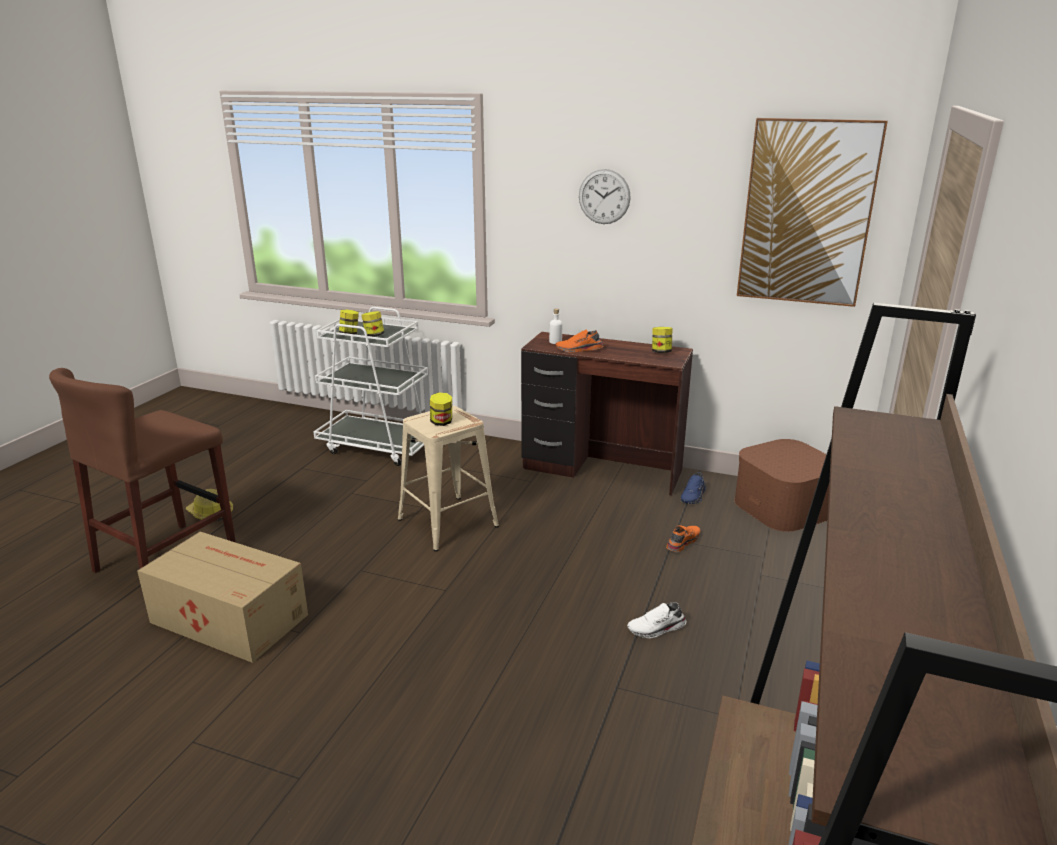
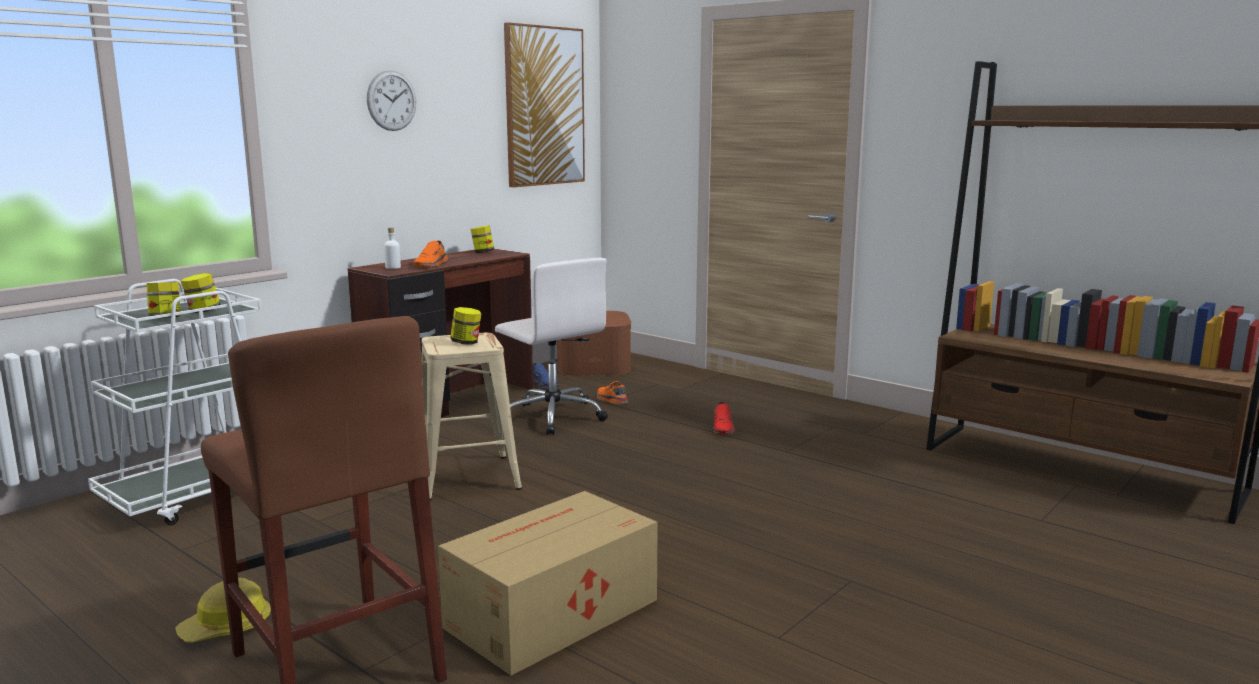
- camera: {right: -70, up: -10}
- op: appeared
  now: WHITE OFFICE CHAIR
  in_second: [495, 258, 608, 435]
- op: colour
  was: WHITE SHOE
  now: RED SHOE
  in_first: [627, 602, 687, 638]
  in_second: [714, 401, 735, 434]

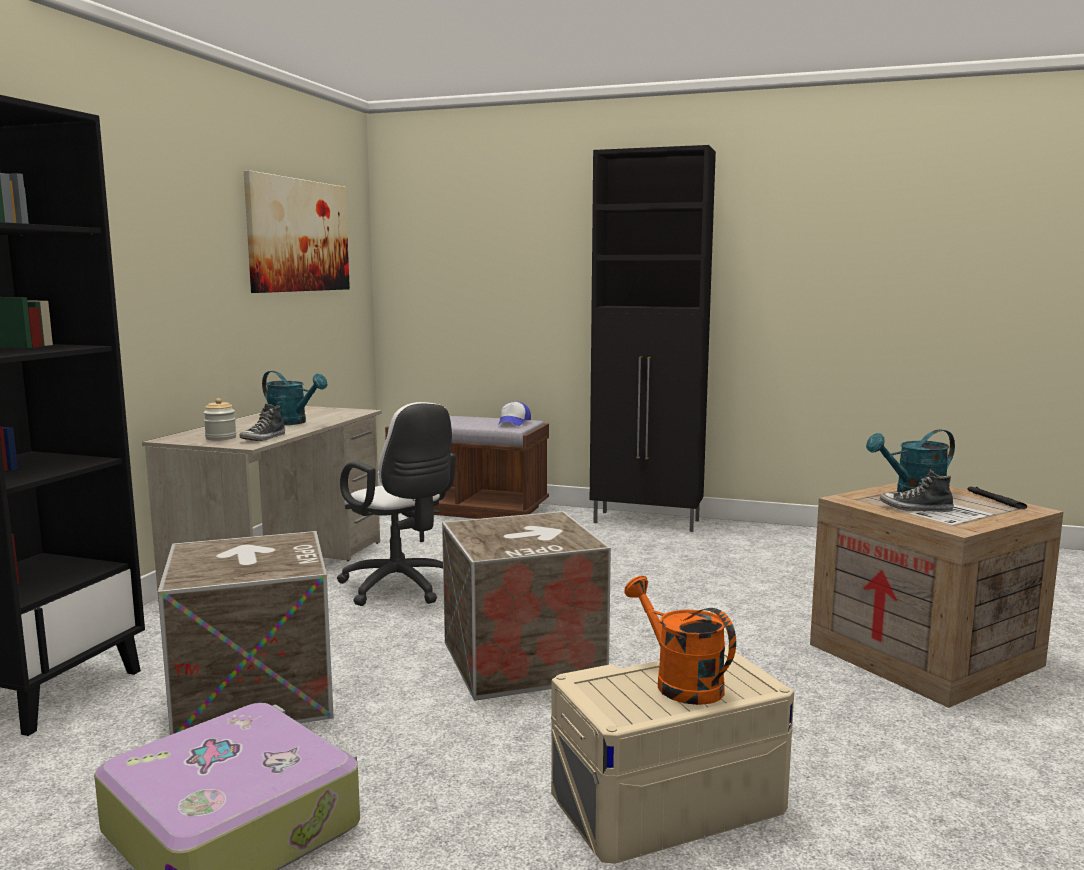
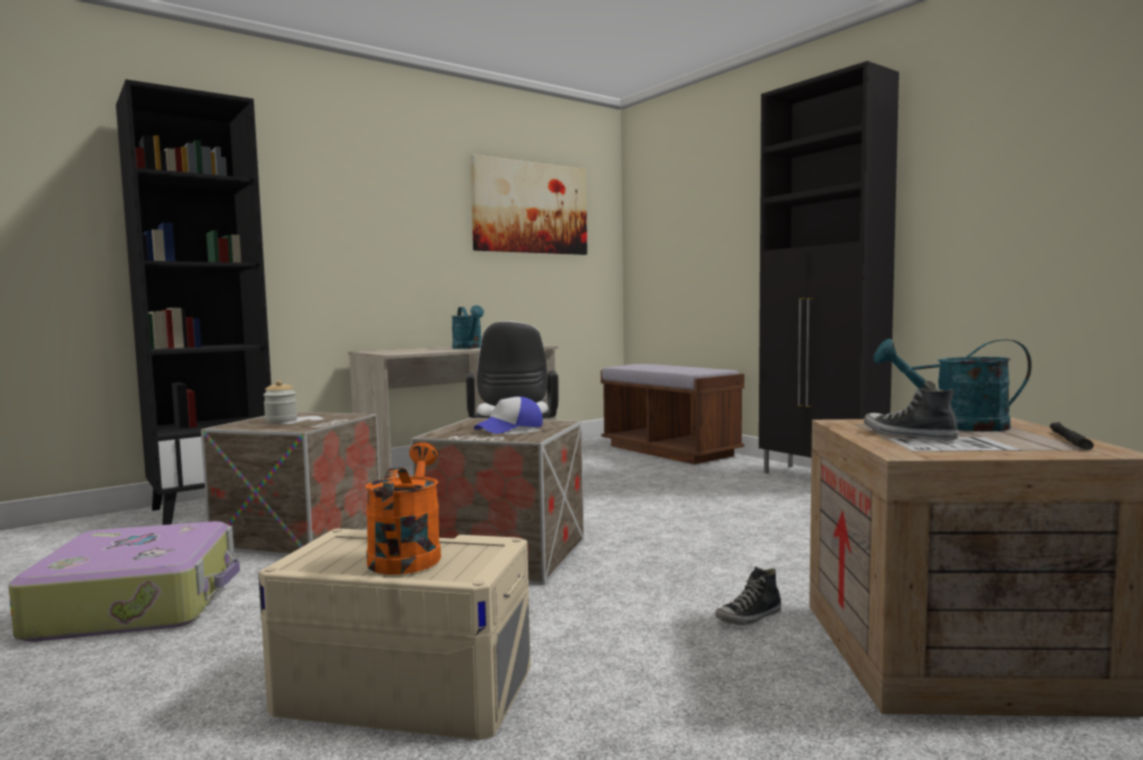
- camera: {right: 35, up: -5}
- op: relocated
  was: JAR
  in_first: [203, 398, 236, 441]
  in_second: [263, 380, 297, 423]
- op: relocated
  was: CAP
  in_first: [498, 402, 531, 426]
  in_second: [474, 397, 543, 434]
- op: relocated
  was: SHOE
  in_first: [239, 404, 285, 441]
  in_second: [715, 566, 781, 625]

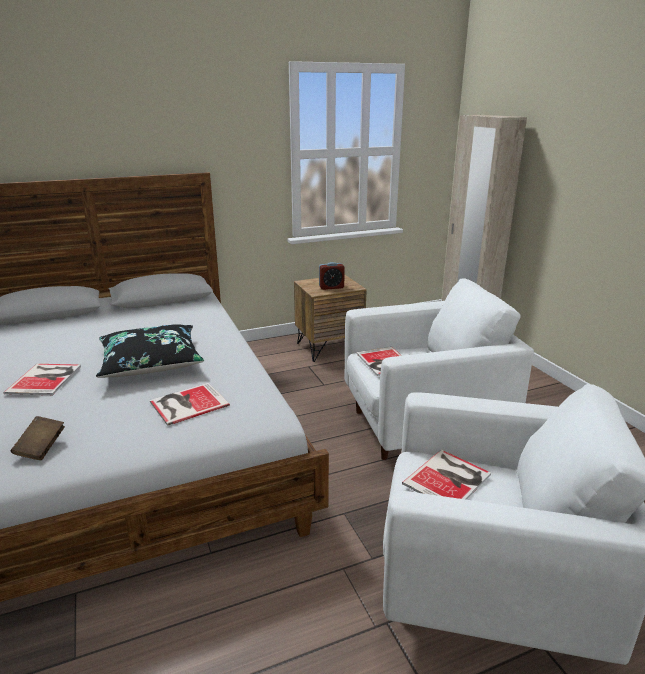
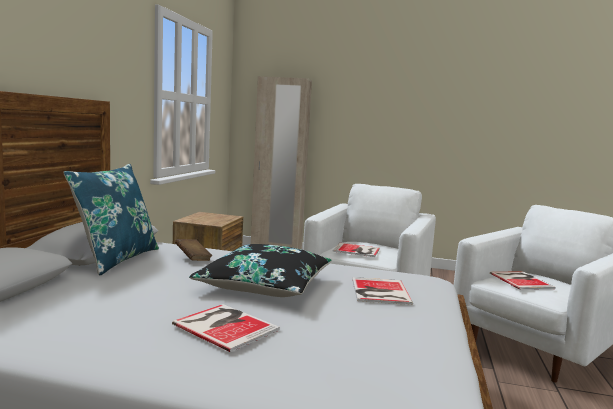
- camera: {right: -55, up: -15}
- op: appeared
  now: BLUE PILLOW
  in_second: [64, 164, 159, 276]
- op: relocated
  was: BROWN BOOK
  in_first: [11, 416, 65, 460]
  in_second: [175, 239, 212, 261]
- op: missing
  was: ALARM CLOCK
  in_first: [319, 262, 345, 290]

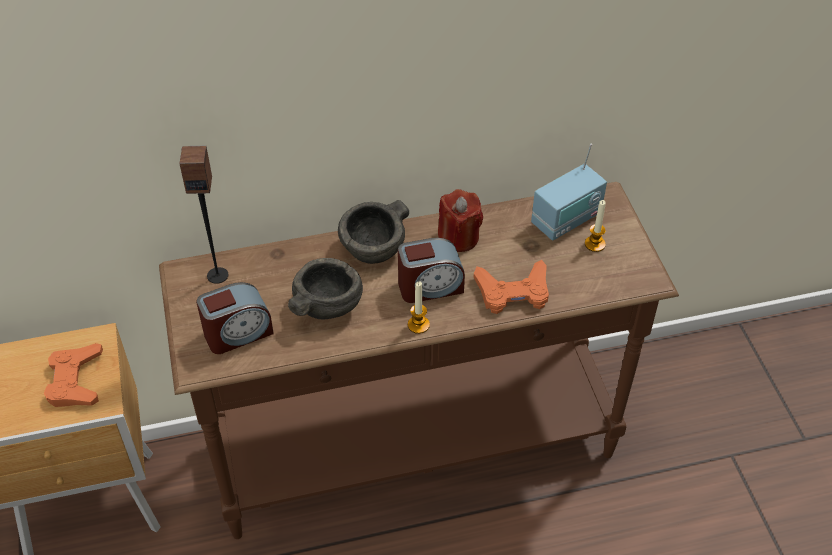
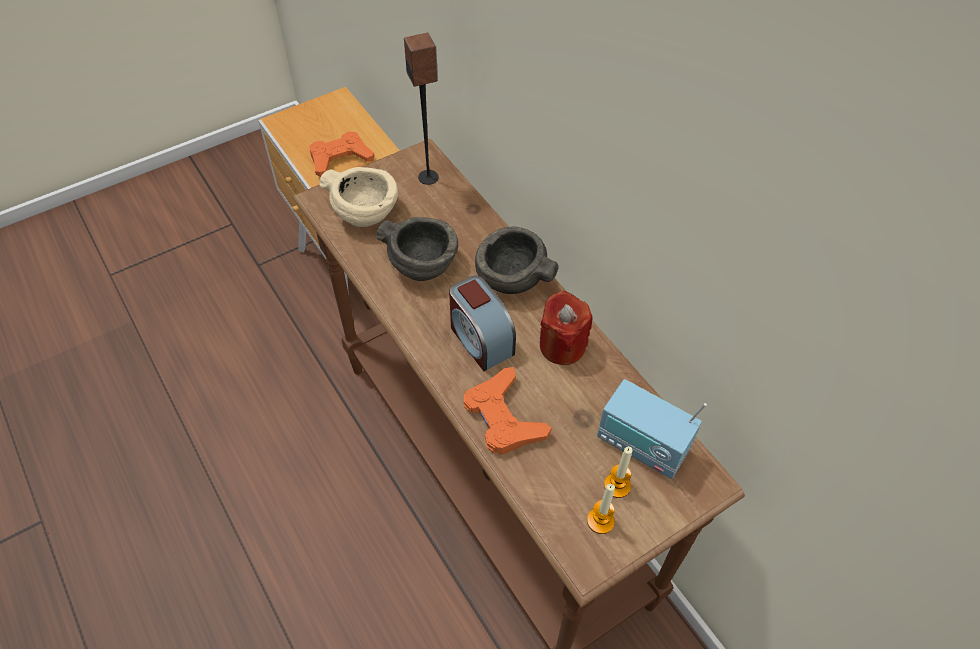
- camera: {right: 70, up: 5}
- op: exchanged
  was: ALARM CLOCK
  now: BEIGE BOWL
  in_first: [196, 282, 274, 354]
  in_second: [319, 167, 398, 227]
- op: relocated
  was: CANDLE
  in_first: [408, 281, 430, 334]
  in_second: [587, 484, 615, 534]

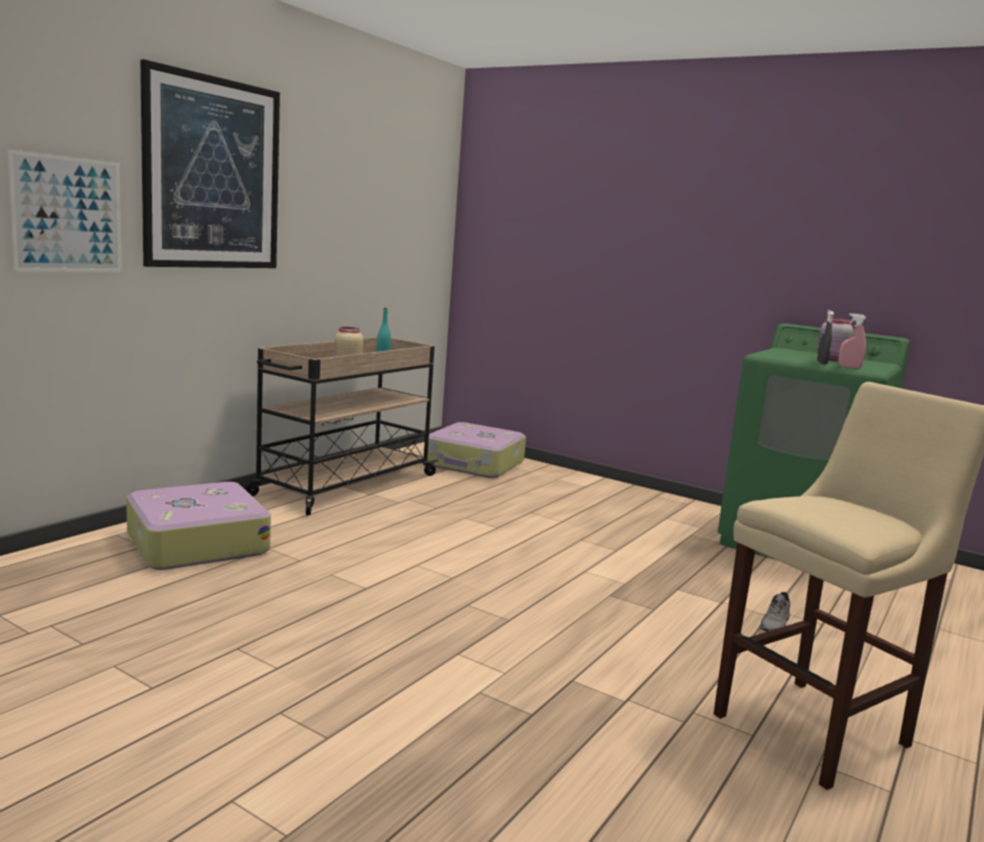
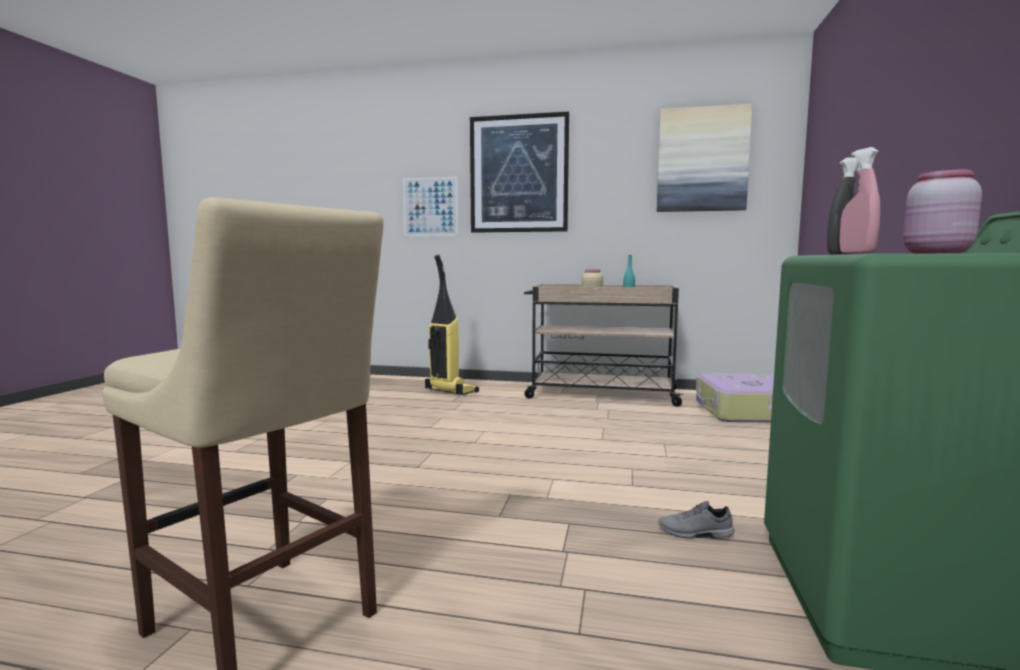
- camera: {right: 70, up: -5}
- op: exchanged
  was: SUITCASE
  now: VACUUM CLEANER
  in_first: [126, 482, 271, 570]
  in_second: [425, 255, 479, 395]
- op: appeared
  now: PICTURE
  in_second: [657, 104, 752, 212]
- op: relocated
  was: GREY SHOE
  in_first: [759, 592, 790, 631]
  in_second: [658, 501, 734, 538]

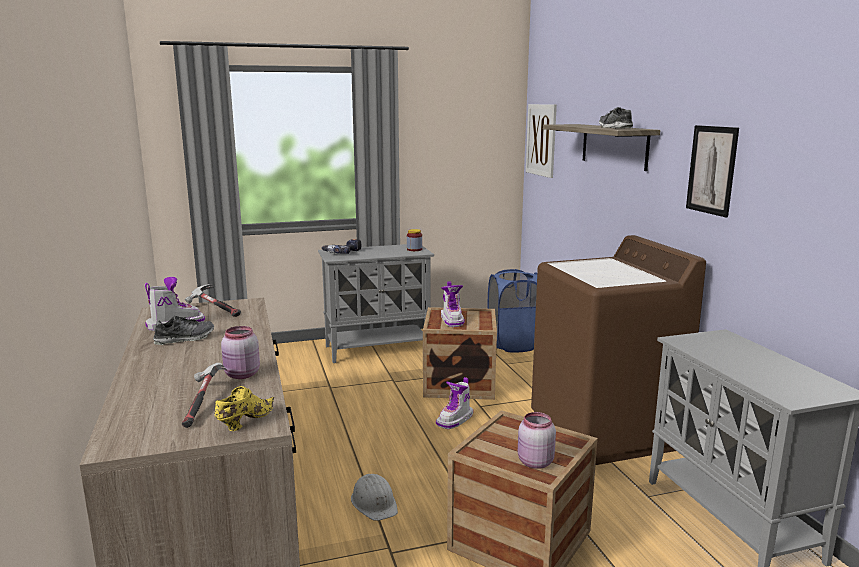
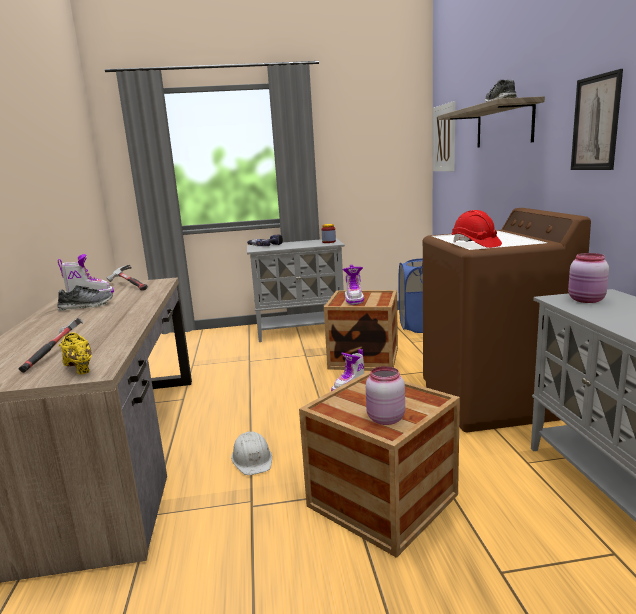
- camera: {right: 10, up: 0}
- op: spun
  was: YELLOW SHOE
  in_first: [215, 386, 274, 431]
  in_second: [58, 332, 92, 374]
  clockwise: -75
- op: appeared
  now: RED HARD HAT
  in_second: [451, 210, 502, 248]
- op: relocated
  was: PINK JAR
  in_first: [221, 326, 260, 379]
  in_second: [568, 253, 609, 303]

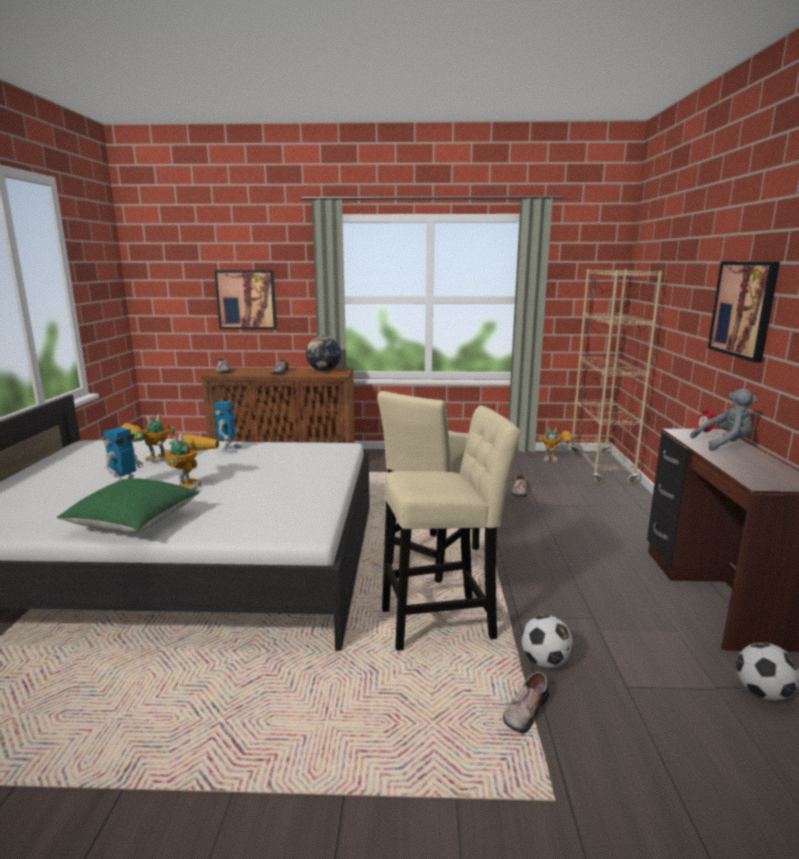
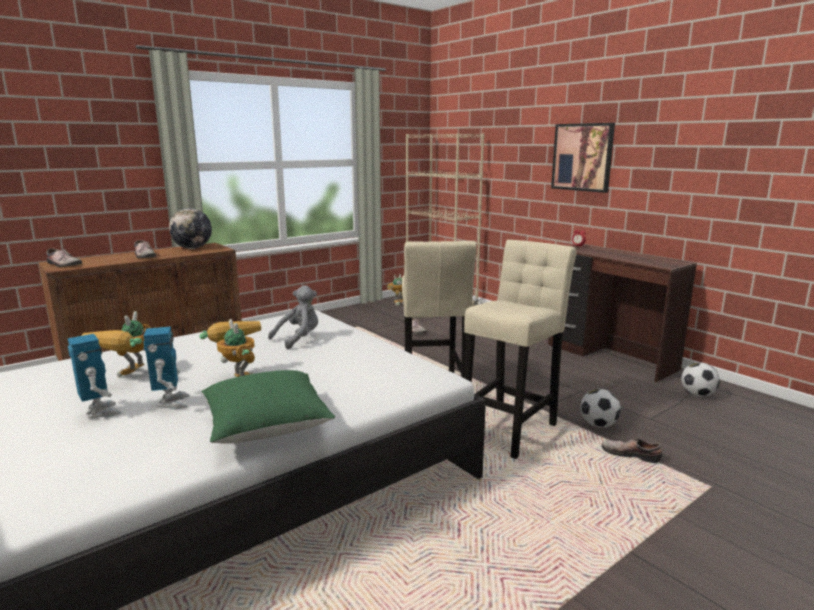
- camera: {right: -40, up: 0}
- op: relocated
  was: TOY ROBOT
  in_first: [214, 401, 242, 453]
  in_second: [67, 334, 122, 418]
- op: relocated
  was: GREY PLUSH TOY
  in_first: [690, 388, 758, 451]
  in_second: [268, 285, 318, 349]
- op: spun
  was: SHOE
  in_first: [503, 672, 549, 733]
  in_second: [602, 438, 662, 463]
  clockwise: 120
- op: missing
  was: PICTURE
  in_first: [214, 270, 277, 329]

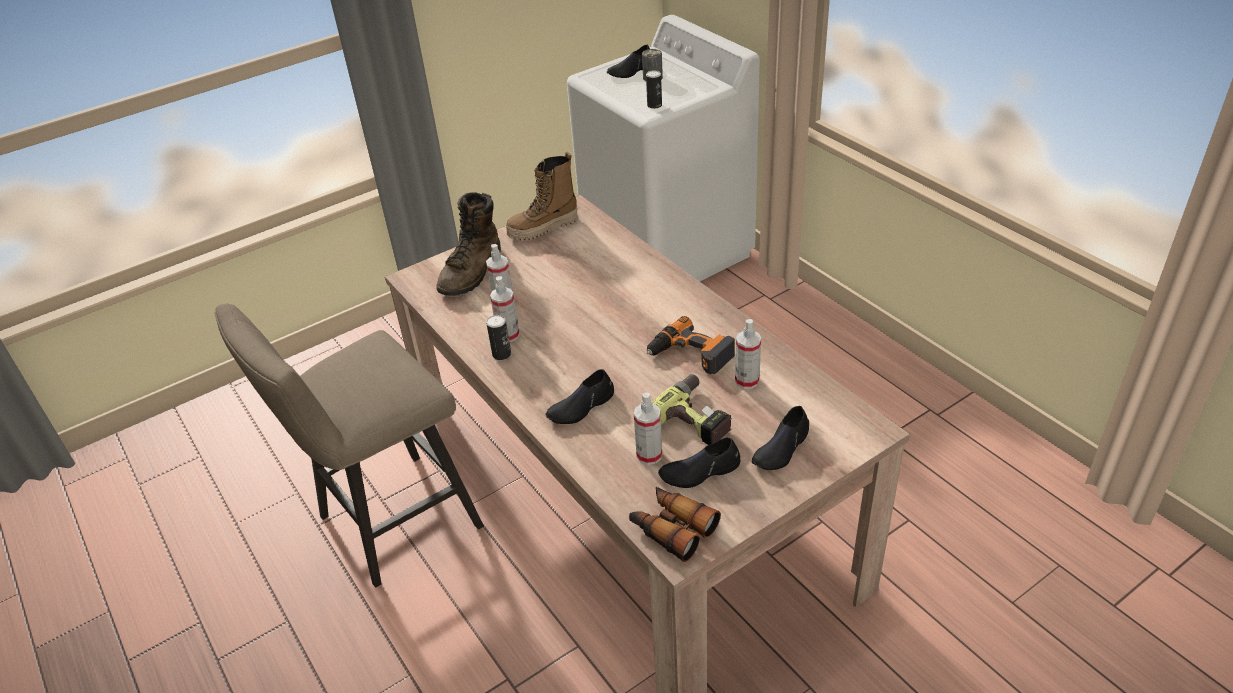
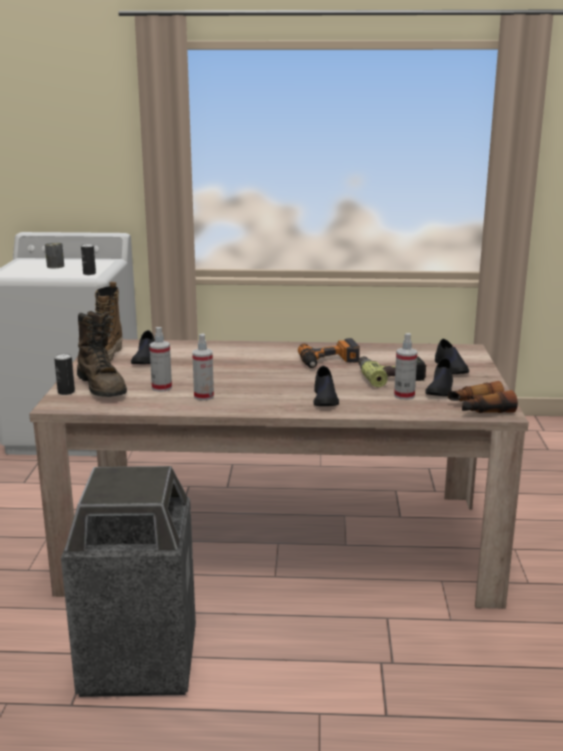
- camera: {right: -55, up: -20}
- op: relocated
  was: CAN
  in_first: [486, 315, 511, 360]
  in_second: [54, 353, 75, 395]
- op: exchanged
  was: BEIGE STOOL
  now: TRASH CAN
  in_first: [215, 303, 484, 587]
  in_second: [61, 466, 196, 697]
- op: relocated
  was: BLACK SHOE
  in_first: [607, 44, 650, 78]
  in_second: [131, 330, 155, 364]
- op: missing
  was: SPRAY BOTTLE
  in_first: [735, 319, 761, 389]

